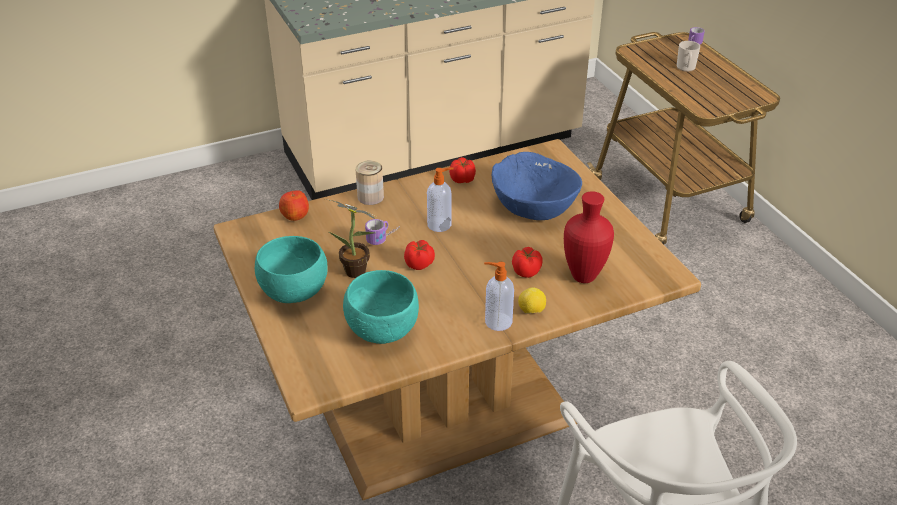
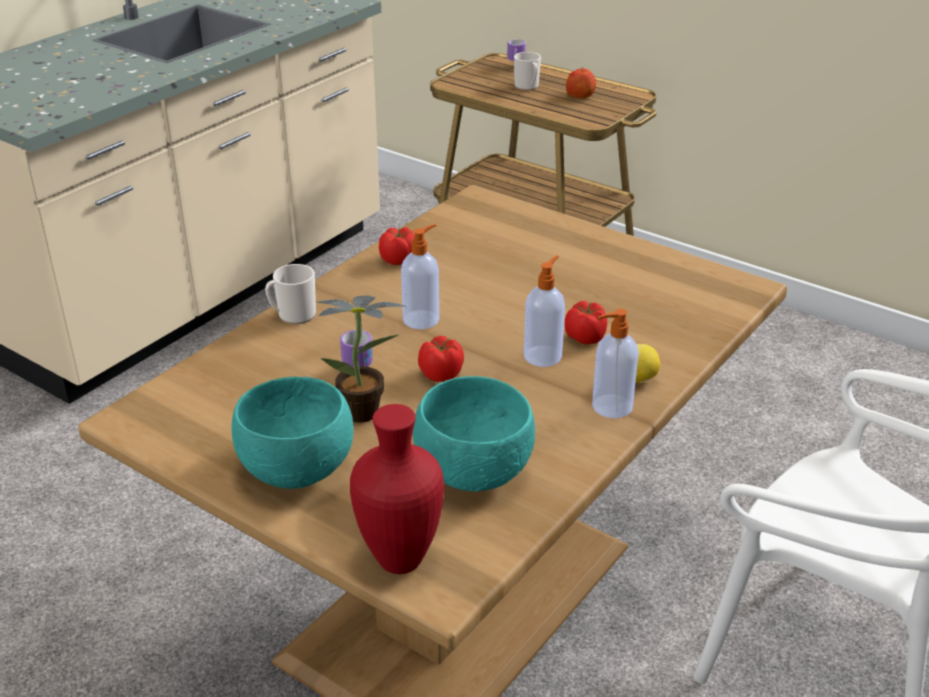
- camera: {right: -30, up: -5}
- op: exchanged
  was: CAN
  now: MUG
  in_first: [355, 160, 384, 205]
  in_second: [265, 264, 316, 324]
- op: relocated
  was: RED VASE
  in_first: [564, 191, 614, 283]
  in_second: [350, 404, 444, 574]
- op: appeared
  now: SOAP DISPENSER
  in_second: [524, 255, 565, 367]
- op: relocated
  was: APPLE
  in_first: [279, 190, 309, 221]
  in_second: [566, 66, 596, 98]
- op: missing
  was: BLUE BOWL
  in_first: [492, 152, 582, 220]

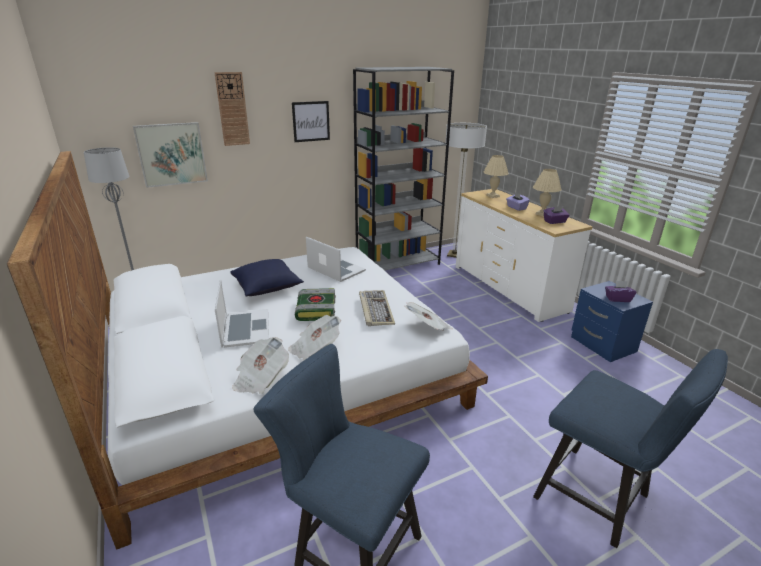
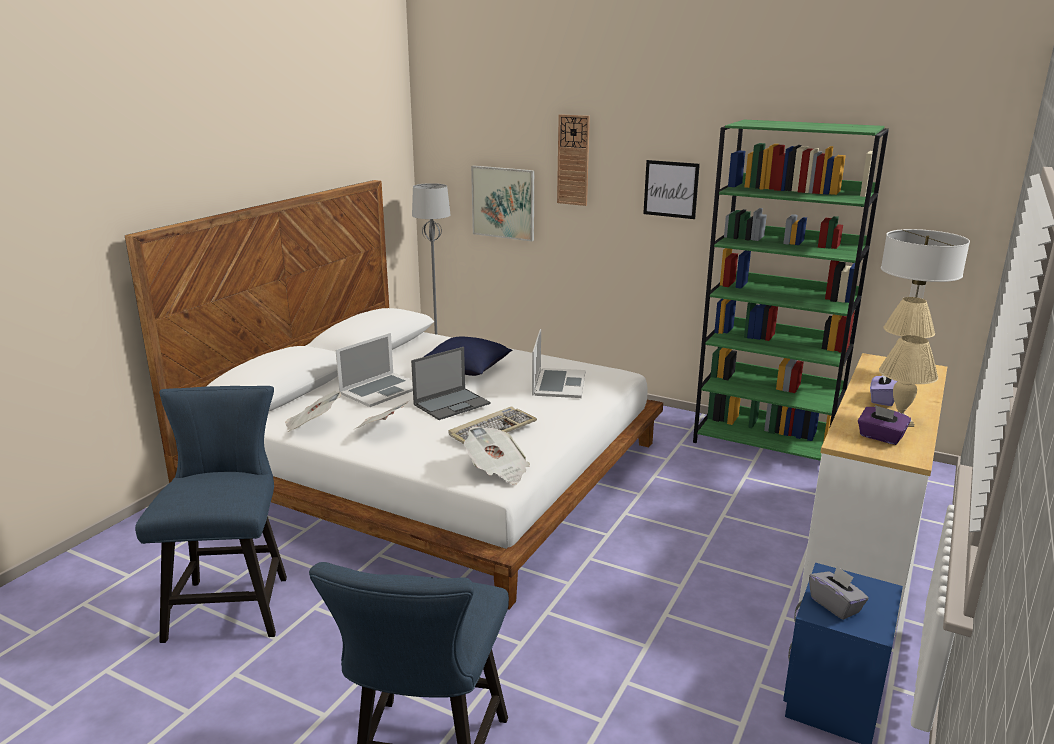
- camera: {right: 55, up: -5}
- op: exchanged
  was: BOOK
  now: LAPTOP
  in_first: [295, 288, 336, 321]
  in_second: [411, 347, 491, 420]
- op: colour
  was: GREY BOOKCASE
  now: GREEN BOOKCASE
  in_first: [353, 67, 454, 270]
  in_second: [693, 120, 889, 461]
- op: colour
  was: PURPLE TISSUE BOX
  now: GREY TISSUE BOX
  in_first: [605, 281, 637, 302]
  in_second: [809, 566, 869, 620]

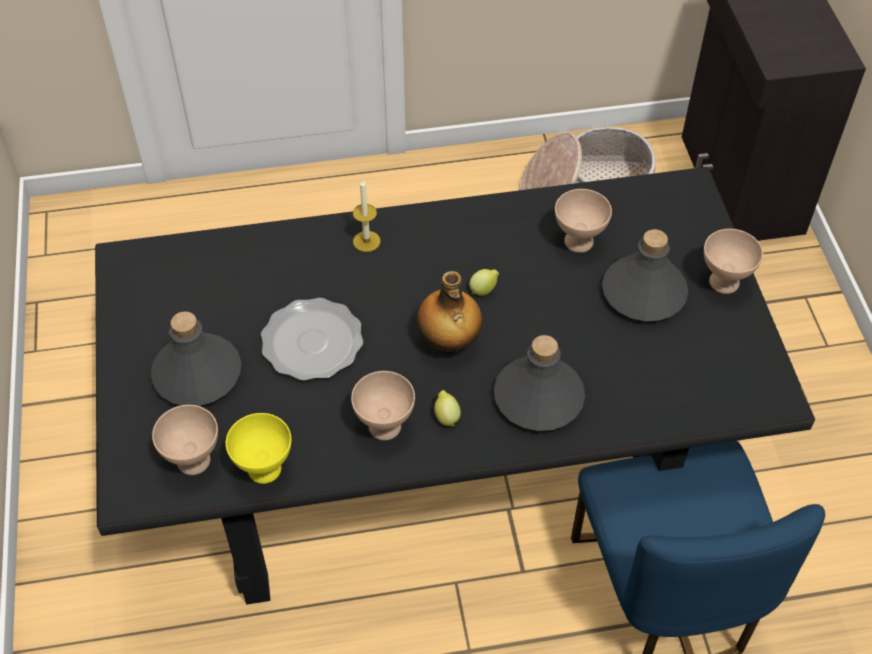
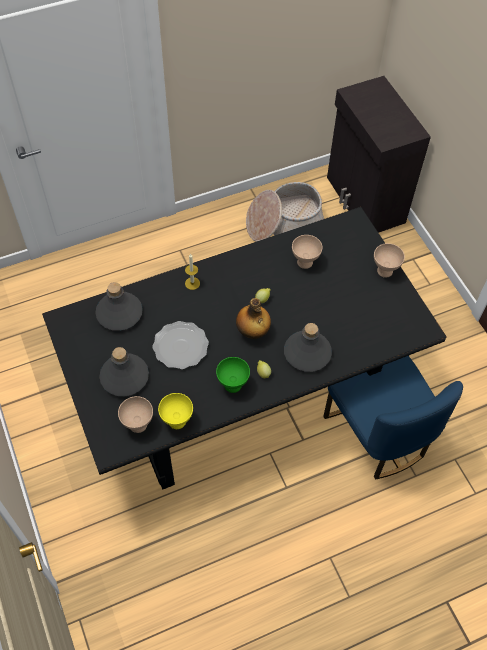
- camera: {right: -15, up: 5}
- op: relocated
  was: GREY BOTTLE
  in_first: [602, 229, 688, 321]
  in_second: [95, 282, 143, 331]
- op: colour
  was: BEIGE BOWL
  now: GREEN BOWL
  in_first: [351, 371, 415, 440]
  in_second: [216, 357, 250, 393]

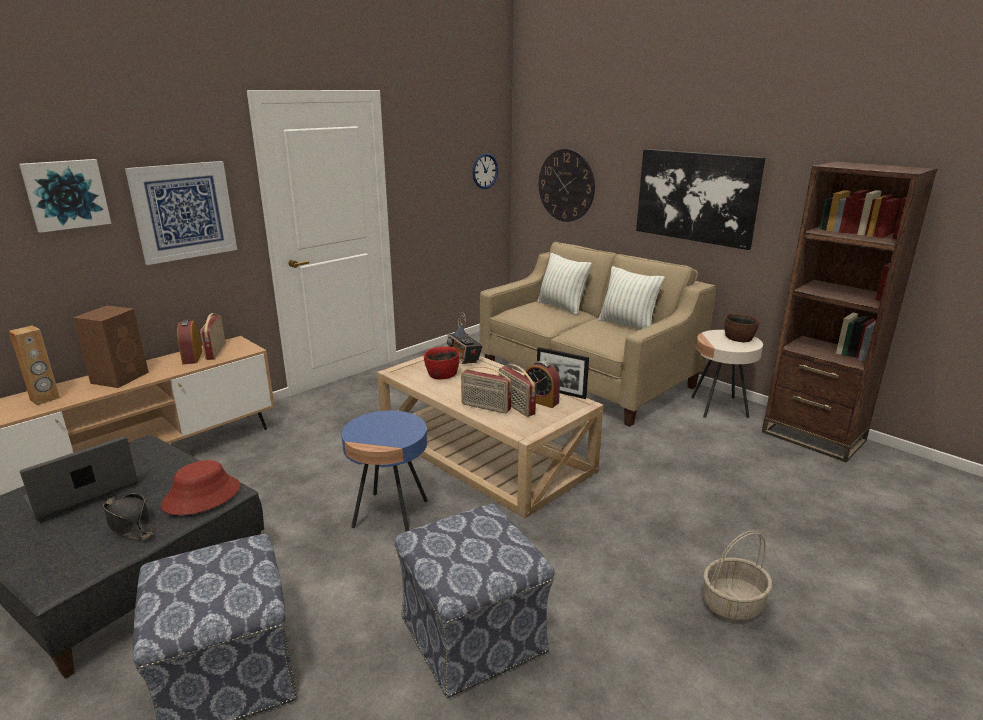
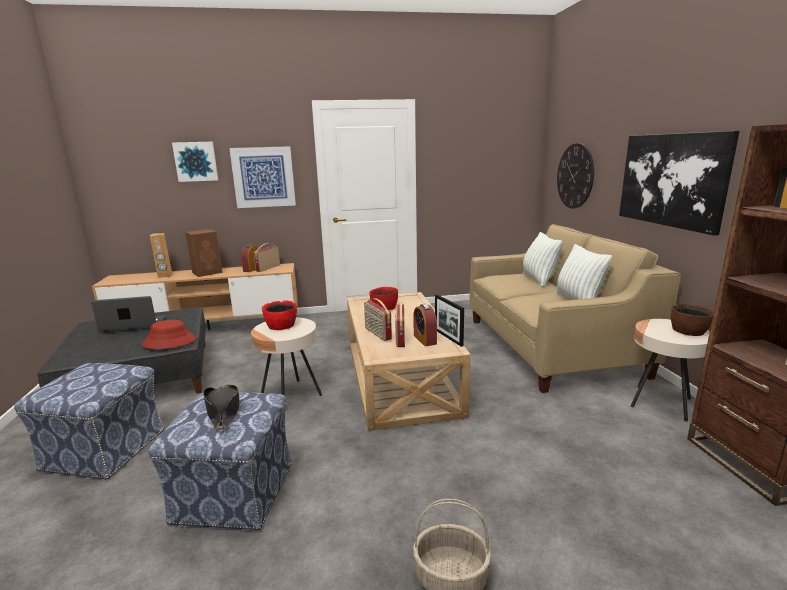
- camera: {right: 35, up: -5}
- op: relocated
  was: BLACK HAT
  in_first: [103, 493, 153, 540]
  in_second: [203, 384, 241, 430]
- op: colour
  was: BLUE SIDE TABLE
  now: BEIGE SIDE TABLE
  in_first: [341, 410, 428, 532]
  in_second: [251, 317, 322, 396]
- op: appeared
  now: RED BOWL
  in_second: [262, 300, 297, 330]
- op: missing
  was: RADIO
  in_first: [446, 312, 483, 364]
- op: missing
  was: WALL CLOCK
  in_first: [473, 153, 498, 189]

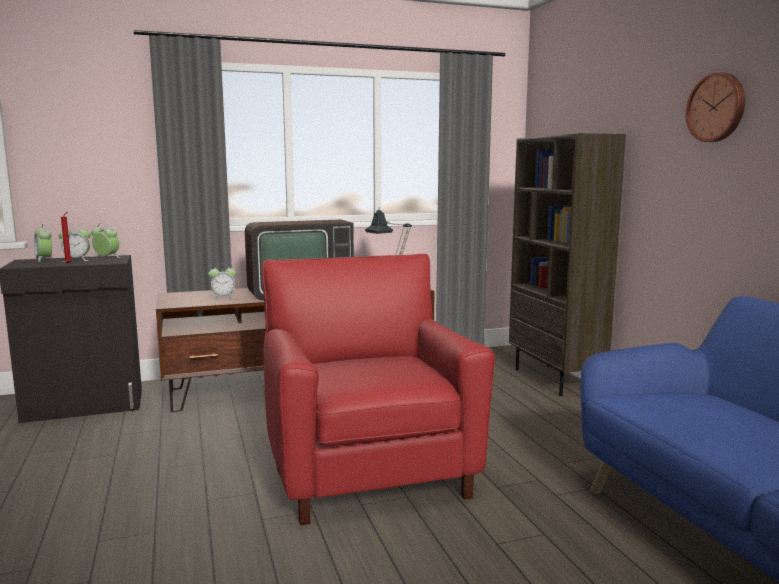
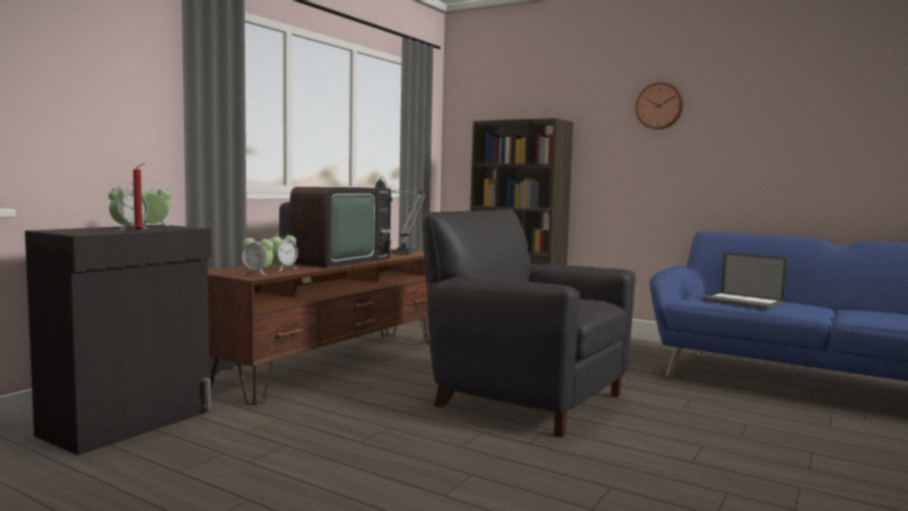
- camera: {right: -40, up: -5}
- op: relocated
  was: ALARM CLOCK
  in_first: [34, 224, 52, 262]
  in_second: [241, 233, 274, 275]
- op: colour
  was: RED ARMCHAIR
  now: BLACK ARMCHAIR
  in_first: [262, 254, 495, 525]
  in_second: [422, 209, 636, 437]
- op: appeared
  now: LAPTOP
  in_second: [703, 252, 787, 310]

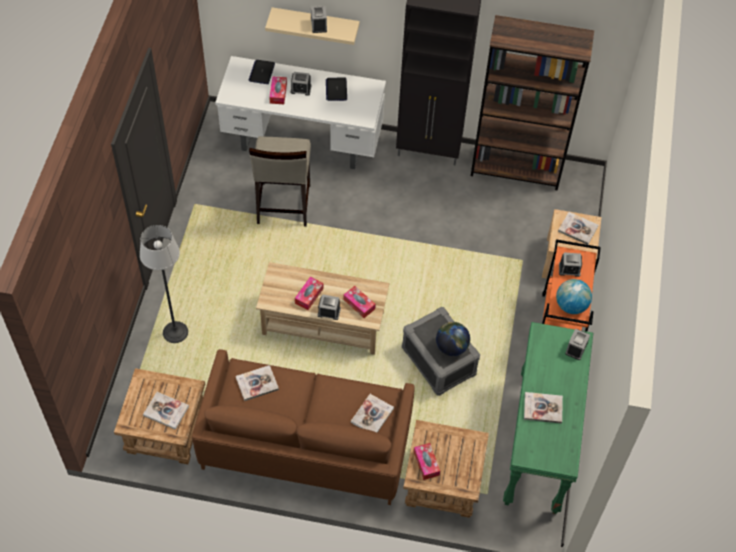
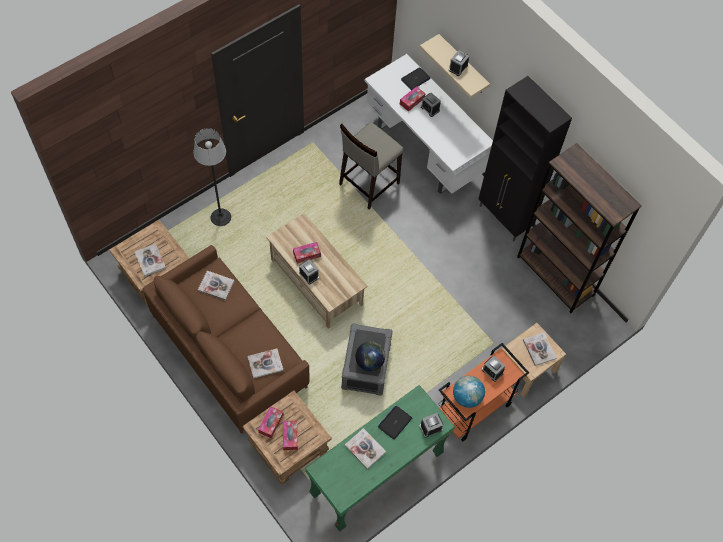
- camera: {right: 40, up: 5}
- op: relocated
  was: TISSUE BOX
  in_first: [343, 286, 376, 318]
  in_second: [283, 420, 298, 450]
- op: relocated
  was: LAPTOP
  in_first: [326, 77, 347, 101]
  in_second: [378, 406, 412, 440]

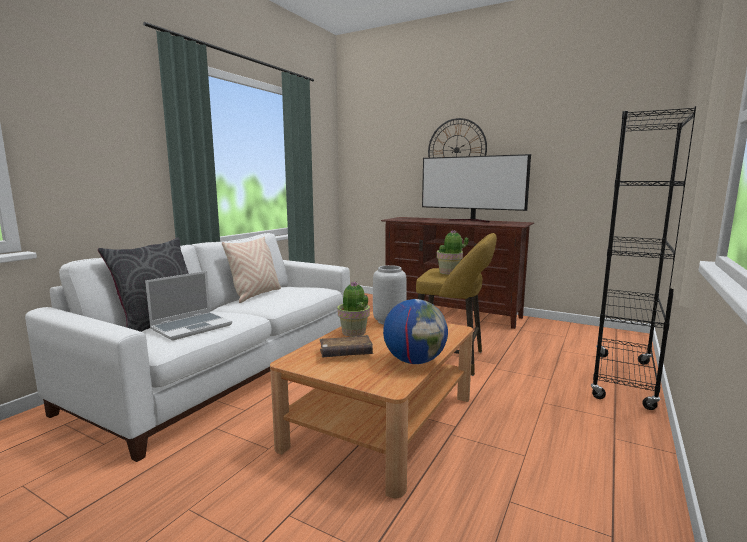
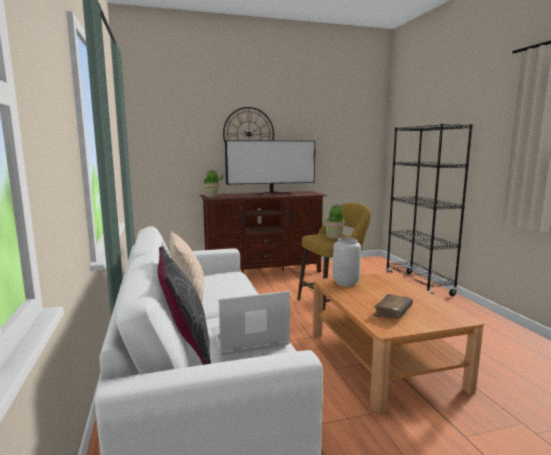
- camera: {right: -45, up: 0}
- op: relocated
  was: POTTED PLANT
  in_first: [338, 281, 370, 337]
  in_second: [203, 169, 223, 197]
- op: spun
  was: LAPTOP
  in_first: [145, 271, 232, 341]
  in_second: [212, 291, 290, 355]
  clockwise: -105
- op: missing
  was: GLOBE
  in_first: [383, 299, 448, 364]

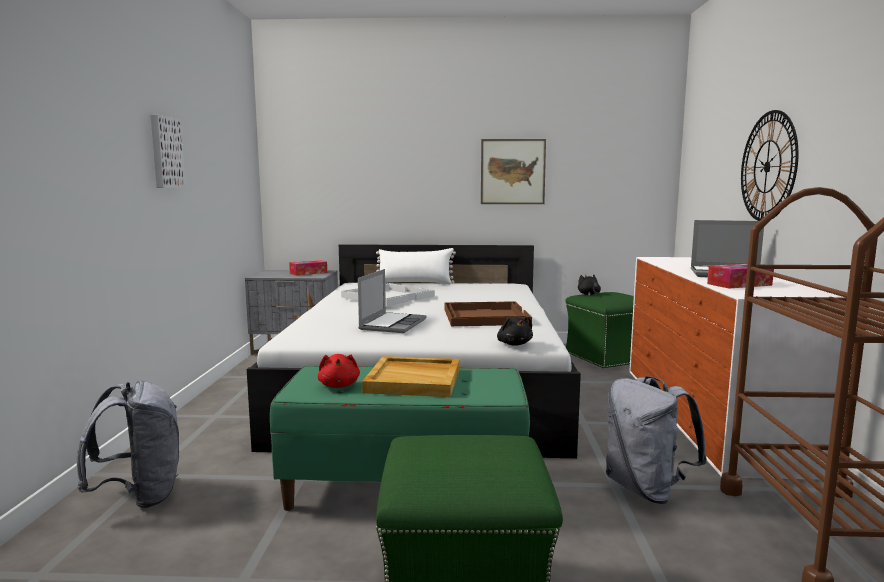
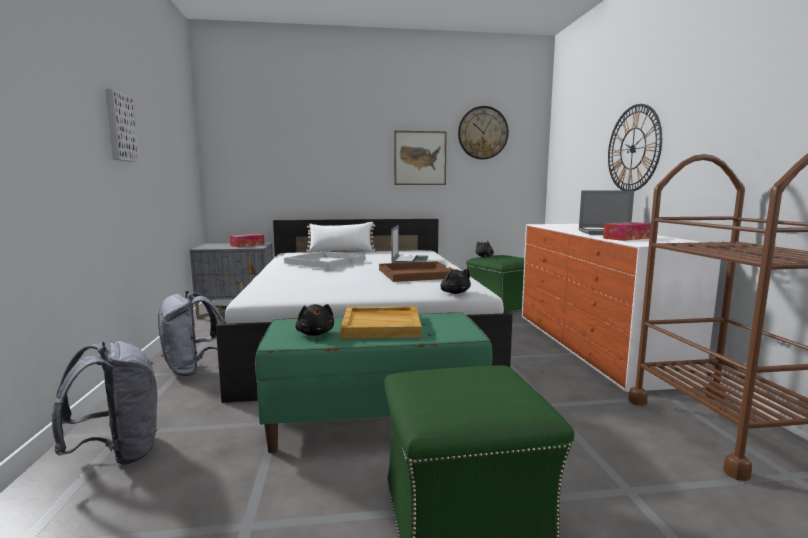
- camera: {right: -10, up: 0}
- op: relocated
  was: GREY BACKPACK
  in_first: [606, 376, 707, 504]
  in_second: [158, 291, 223, 376]
- op: colour
  was: RED PLUSH TOY
  now: BLACK PLUSH TOY
  in_first: [318, 354, 360, 388]
  in_second: [295, 304, 334, 336]
- op: relocated
  was: LAPTOP
  in_first: [358, 269, 427, 333]
  in_second: [391, 225, 428, 263]
- op: appeared
  now: WALL CLOCK
  in_second: [458, 106, 509, 160]

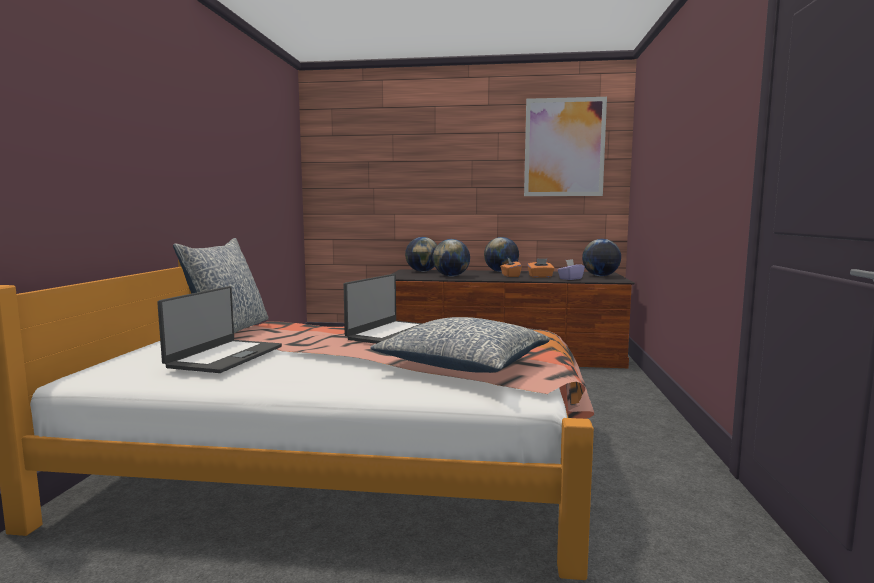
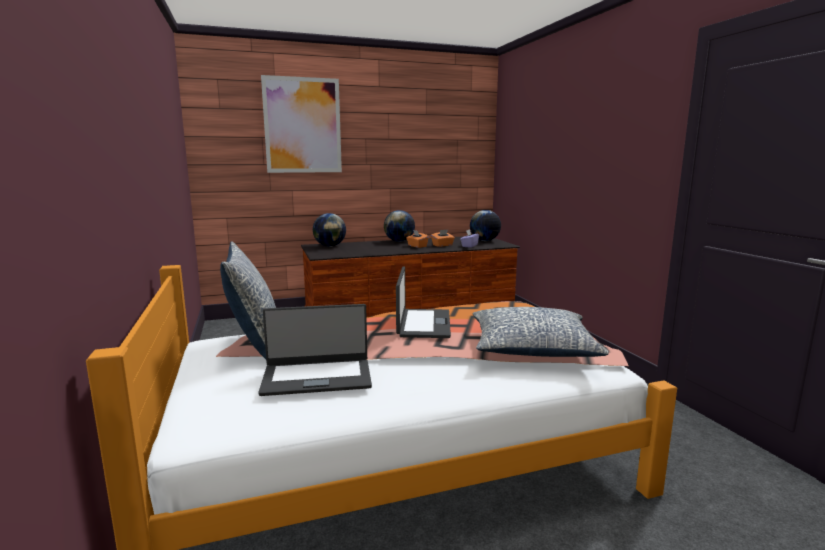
- camera: {right: -25, up: 5}
- op: spun
  was: LAPTOP
  in_first: [157, 286, 282, 373]
  in_second: [258, 304, 372, 396]
  clockwise: 90
- op: relocated
  was: PICTURE
  in_first: [524, 97, 607, 196]
  in_second: [261, 75, 342, 173]
- op: missing
  was: GLOBE
  in_first: [433, 239, 470, 277]

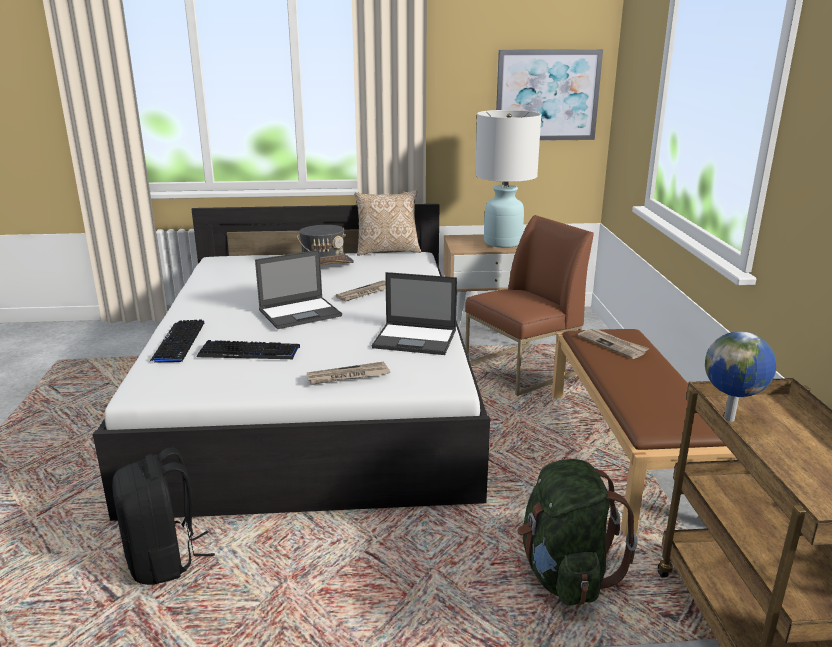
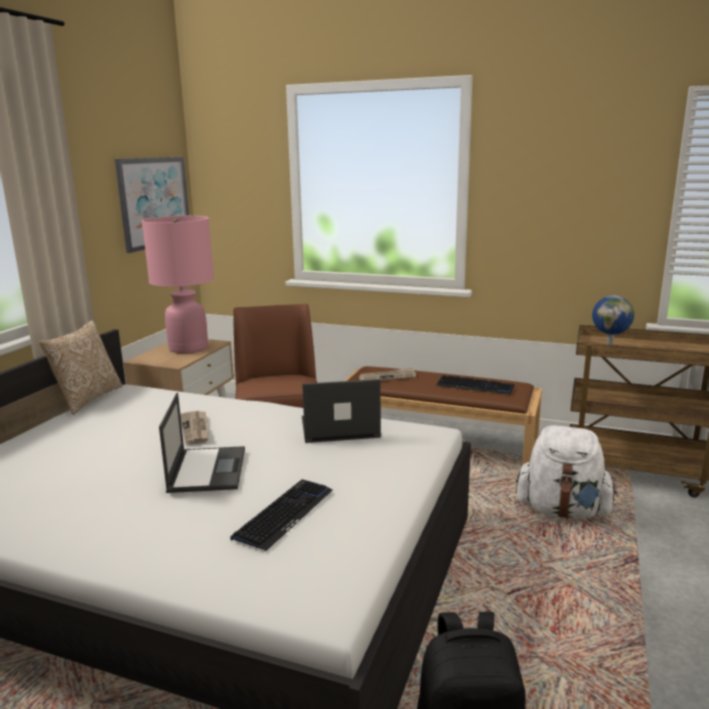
- camera: {right: -65, up: -5}
- op: colour
  was: WHITE TABLE LAMP
  now: PINK TABLE LAMP
  in_first: [475, 110, 542, 248]
  in_second: [142, 216, 214, 353]
- op: spun
  was: LAPTOP
  in_first: [372, 272, 457, 355]
  in_second: [302, 379, 381, 443]
  clockwise: -135
- op: relocated
  was: KEYBOARD
  in_first: [149, 320, 204, 363]
  in_second: [436, 375, 515, 394]
- op: colour
  was: GREEN BACKPACK
  now: WHITE BACKPACK
  in_first: [517, 459, 638, 606]
  in_second: [516, 426, 617, 519]
- op: missing
  was: GREY HAT
  in_first: [297, 225, 354, 265]
- op: missing
  was: NEWSPAPER
  in_first: [307, 362, 390, 385]

